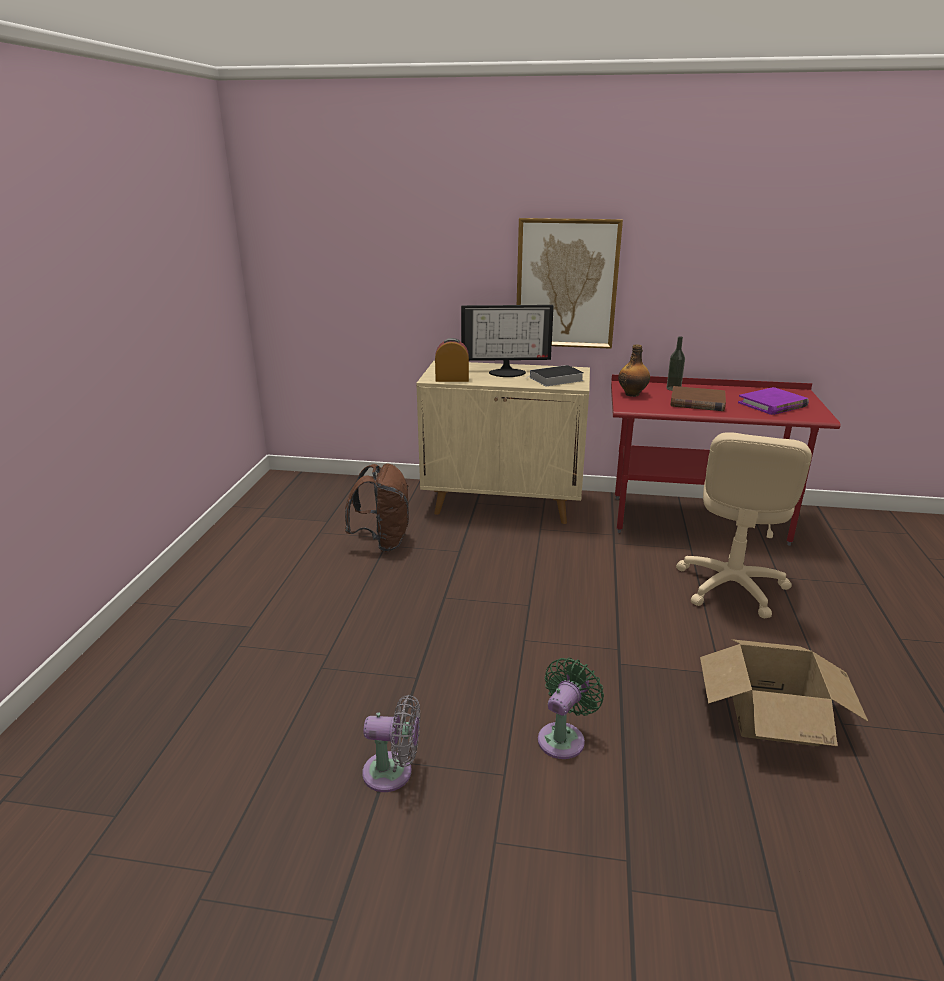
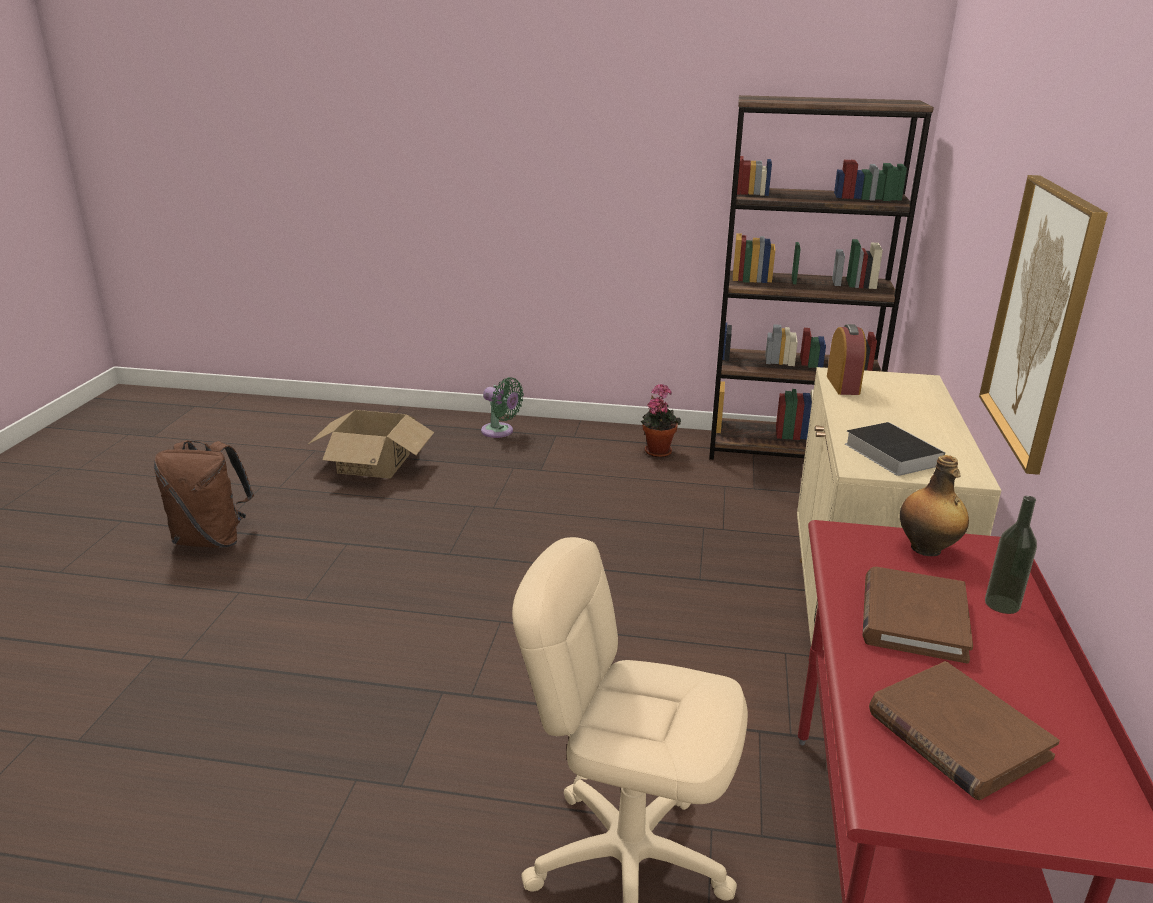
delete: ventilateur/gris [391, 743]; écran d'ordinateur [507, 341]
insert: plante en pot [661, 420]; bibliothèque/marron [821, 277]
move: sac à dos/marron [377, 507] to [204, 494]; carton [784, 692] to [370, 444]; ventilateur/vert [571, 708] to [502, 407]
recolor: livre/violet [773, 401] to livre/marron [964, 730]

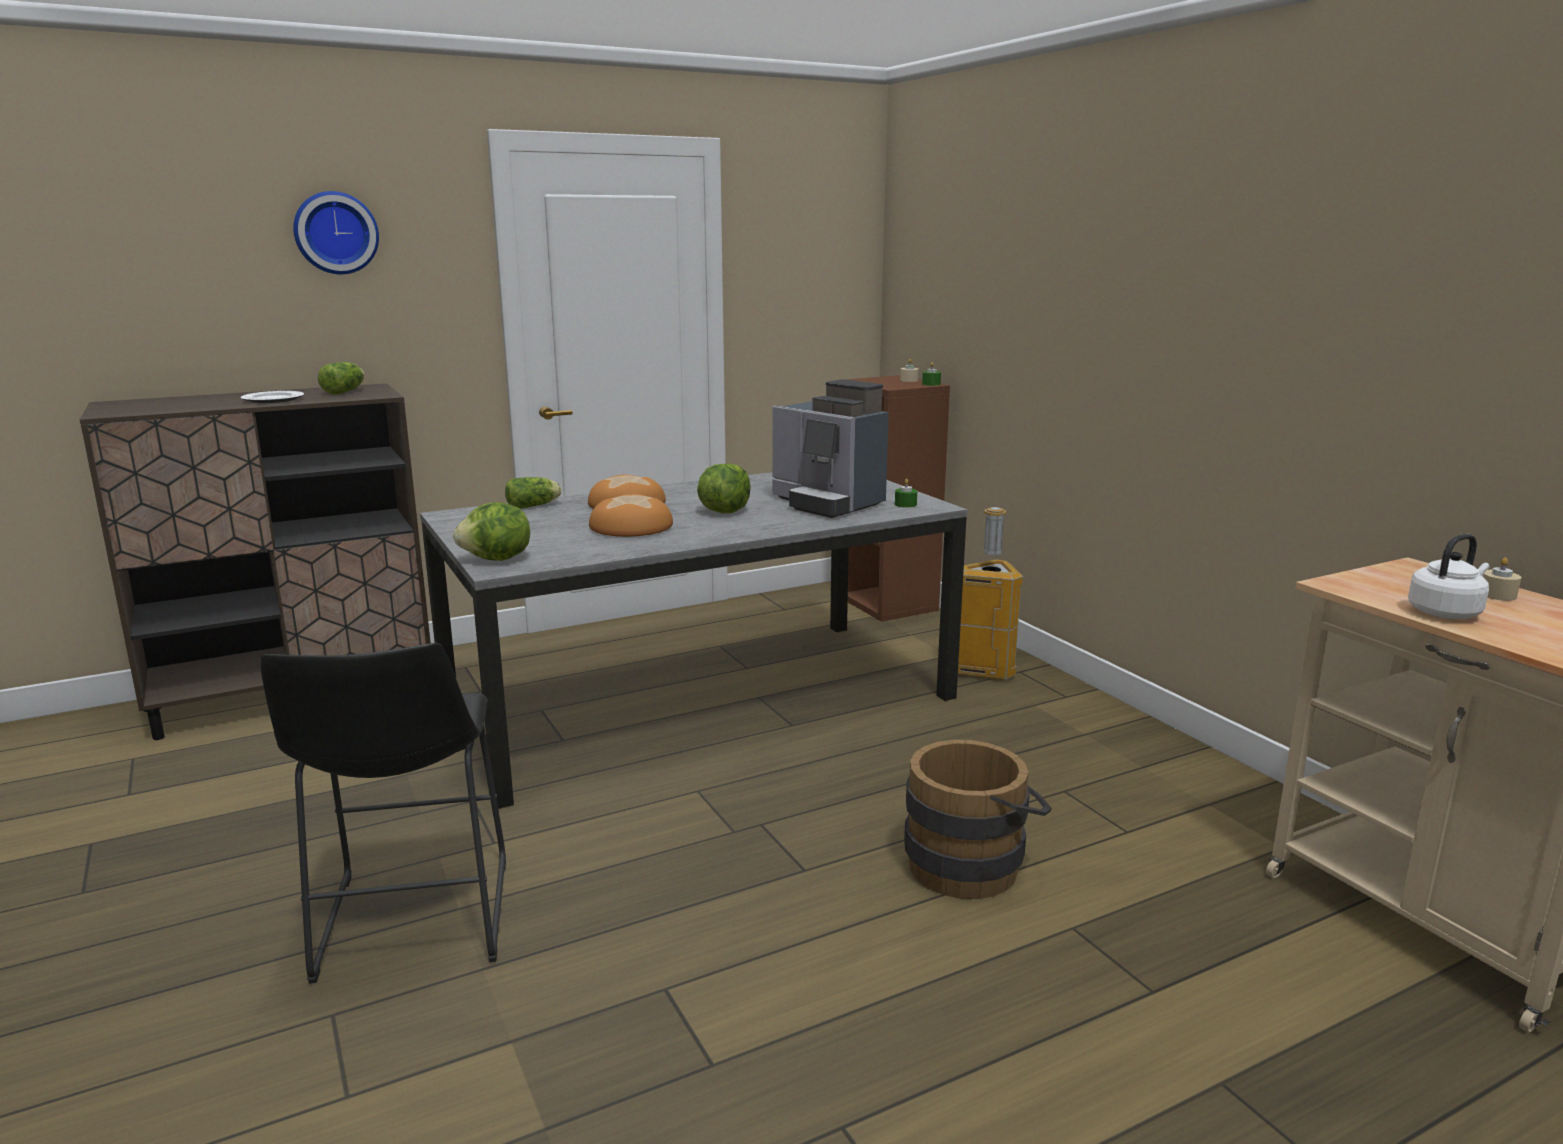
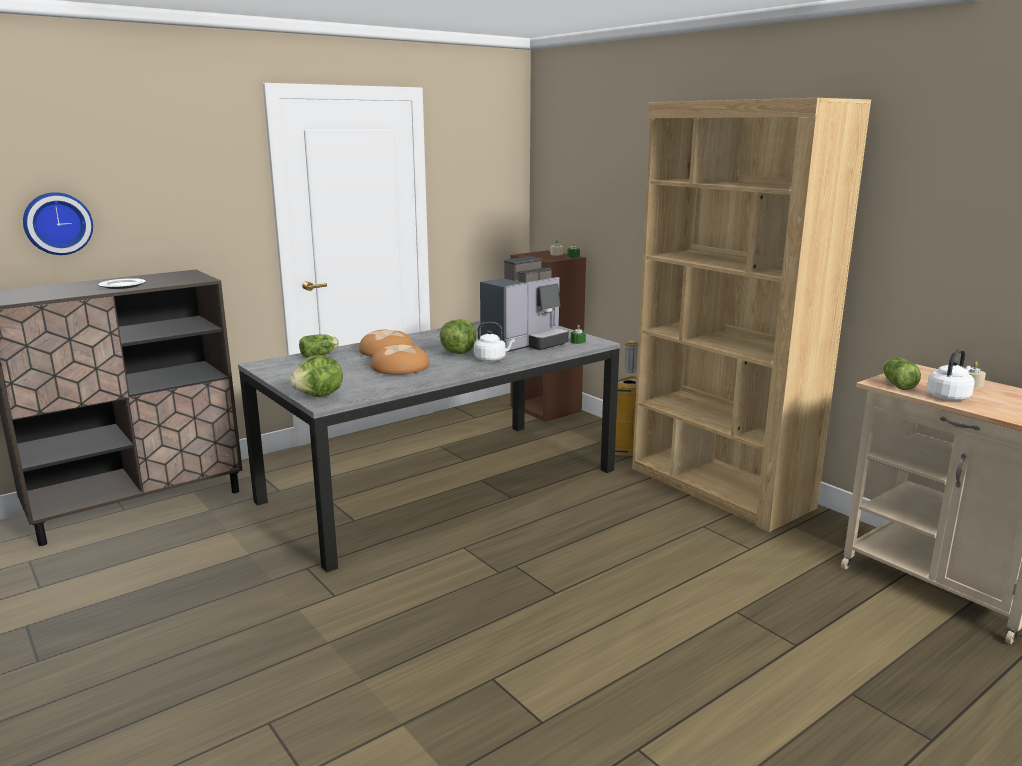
delete: tabouret/noir [383, 813]; seau/marron [978, 819]
insert: bouilloire/blanc [494, 342]; bibliothèque/marron [751, 315]
move: horloge murale [336, 232] to [58, 223]; laitue [341, 378] to [902, 374]
rotate: machine à café [830, 448] = [524, 304] 75 degrees counterclockwise

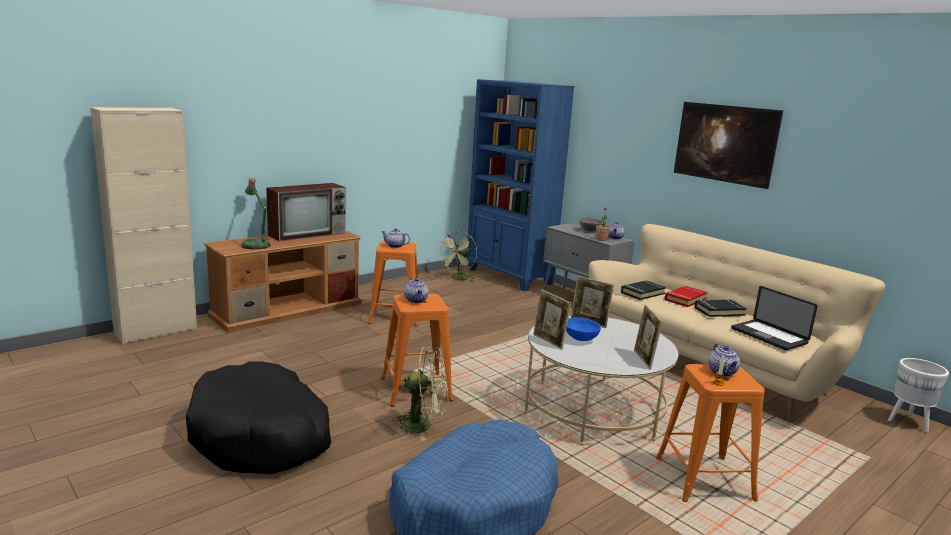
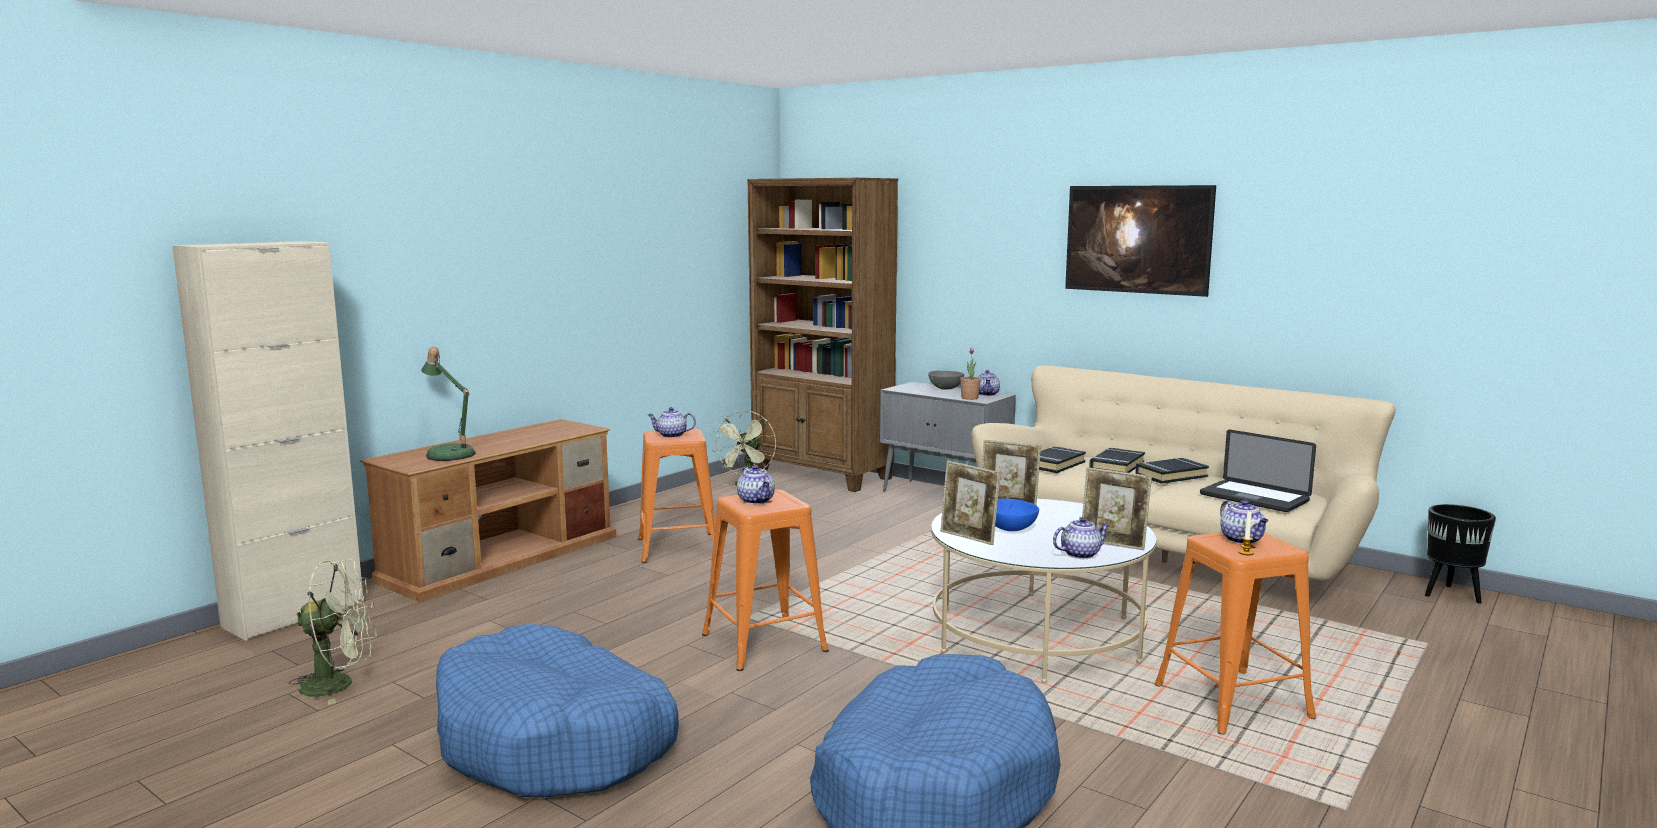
delete: téléviseur [306, 212]
insert: théière [1081, 538]
move: ventilateur/vert [419, 394] to [332, 632]
recolor: panier pour chien/noir [258, 417] to panier pour chien/bleu [557, 711]; bibliothèque/bleu [520, 185] to bibliothèque/marron [823, 335]; livre/rouge [685, 296] to livre/noir [1117, 460]; cache-pot/blanc [918, 395] to cache-pot/noir [1460, 554]
rotate: cadre photo [648, 337] = [1117, 508] 45 degrees counterclockwise

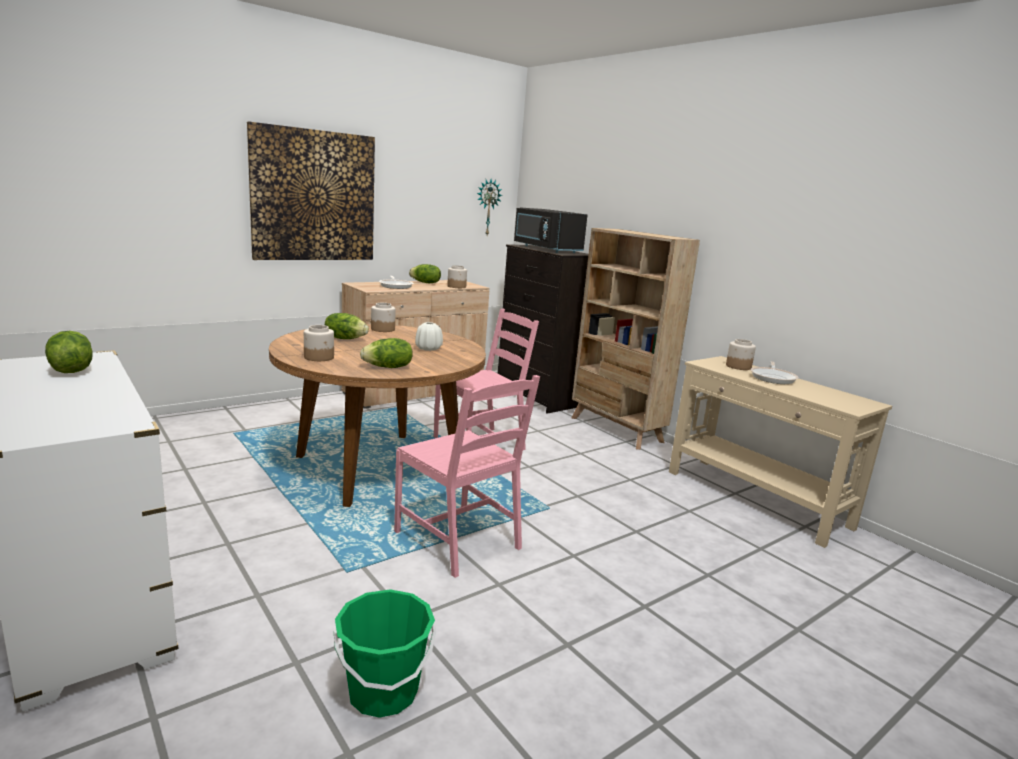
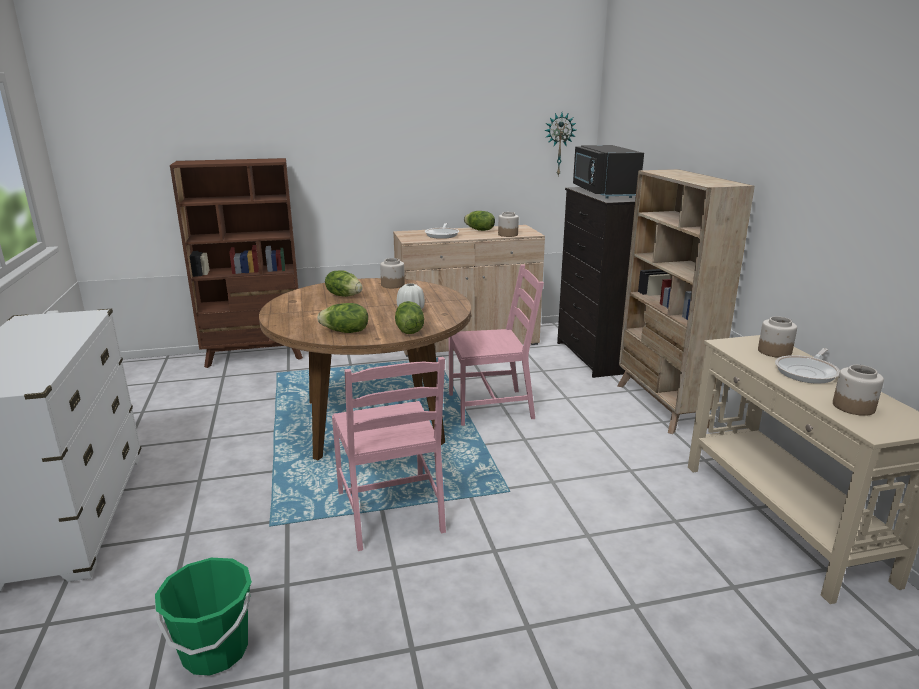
delete: tableau [311, 190]
insert: bibliothèque/marron [236, 263]
move: laitue [69, 352] to [409, 317]; bocal [319, 343] to [858, 390]

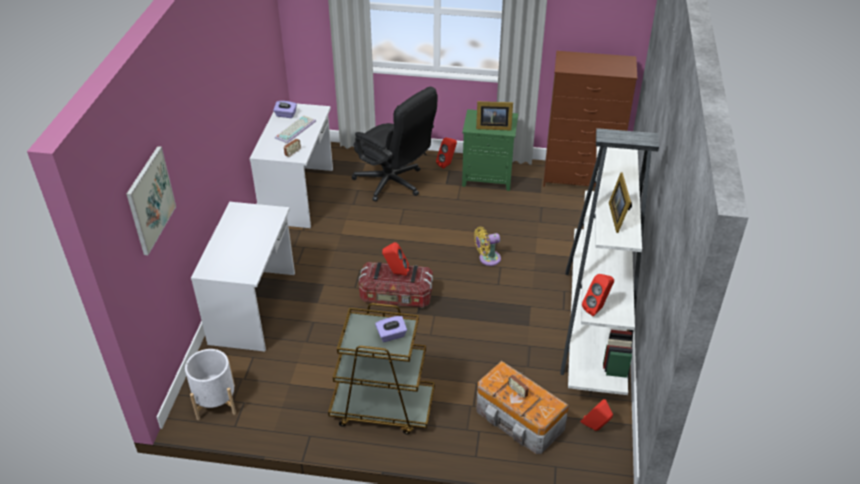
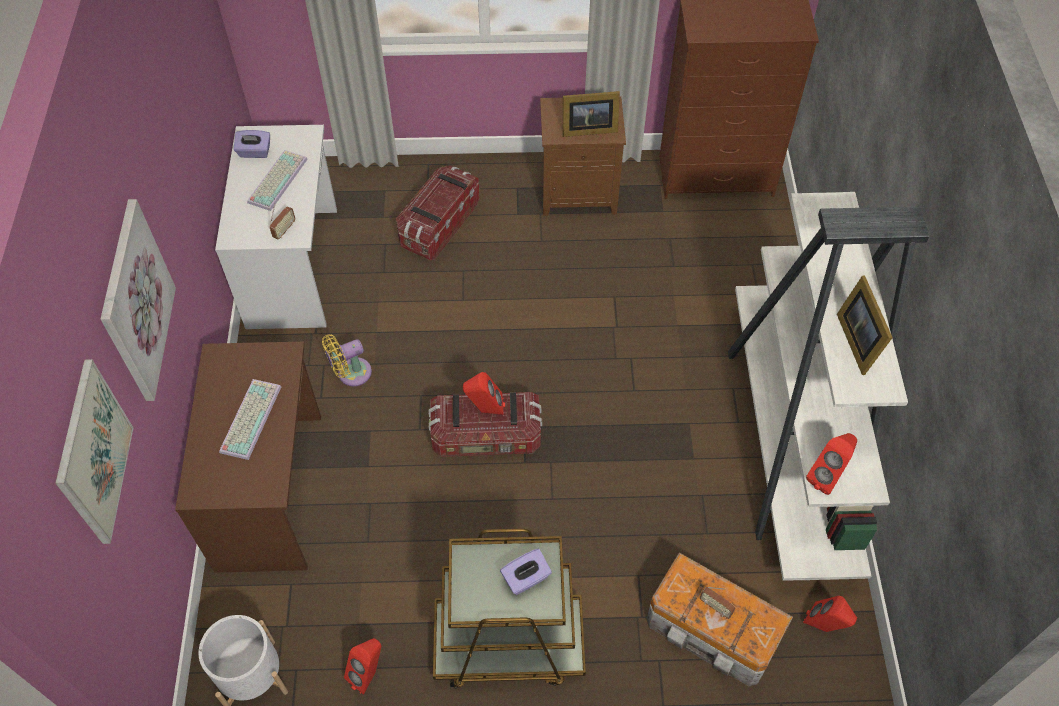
insert: tableau [138, 300]; clavier [250, 419]
move: ventilateur/jaune [487, 246] to [347, 360]; enceinte/rouge [446, 153] to [362, 666]
replace: chaise de bureau/noir [395, 144] to boîte de rangement [438, 213]
recolor: bureau/blanc [243, 276] to bureau/marron [248, 457]; table de chevet/vert [490, 150] to table de chevet/marron [583, 156]

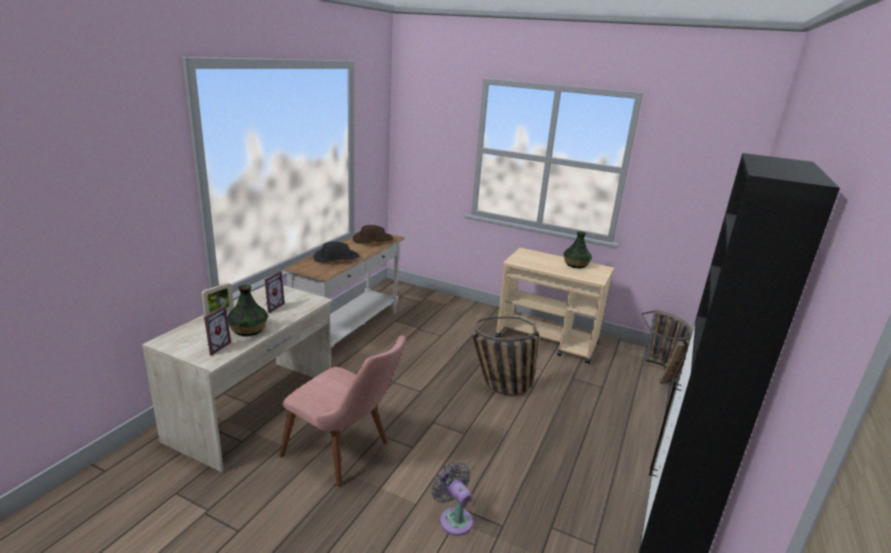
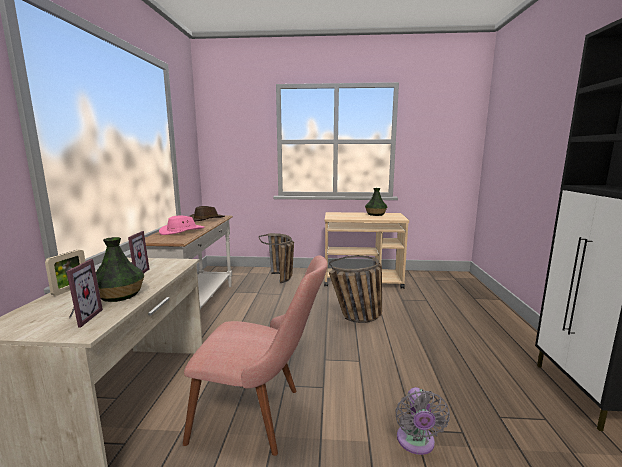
move: panier [667, 347] to [276, 258]
recolor: chapeau/noir [336, 251] to chapeau/rose [182, 225]
rotate: ventilateur/gris [452, 499] = [422, 421] 120 degrees counterclockwise

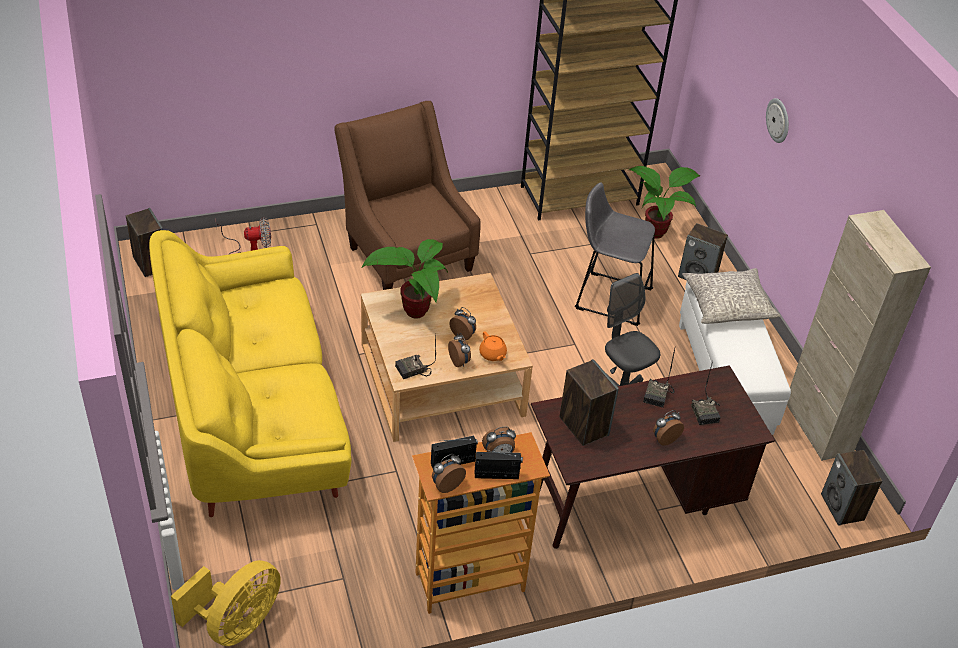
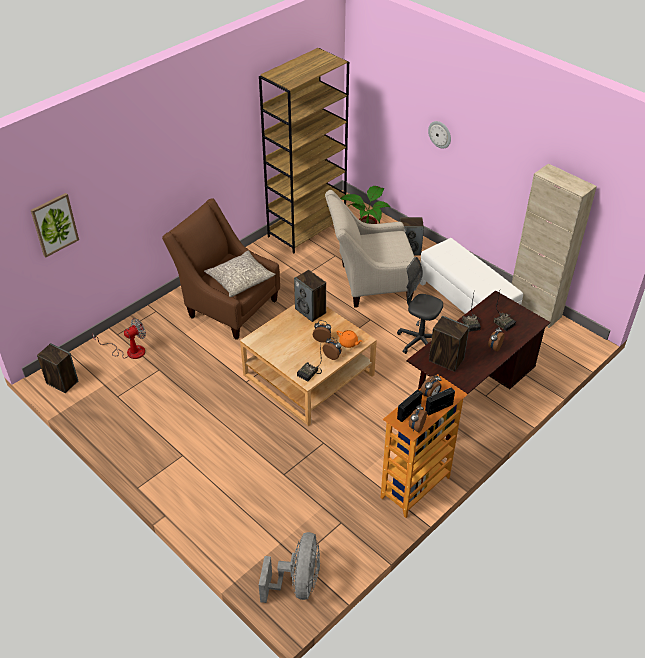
delete: canapé/jaune [250, 373]; plante en pot [405, 279]
insert: tableau [55, 225]
move: coussin/gris [731, 296] to [239, 274]; enceinte [851, 488] to [310, 296]
replace: tabouret/gris [615, 254] to fauteuil/beige [371, 249]
recolor: ventilateur/jaune [226, 603] to ventilateur/gris [289, 567]

